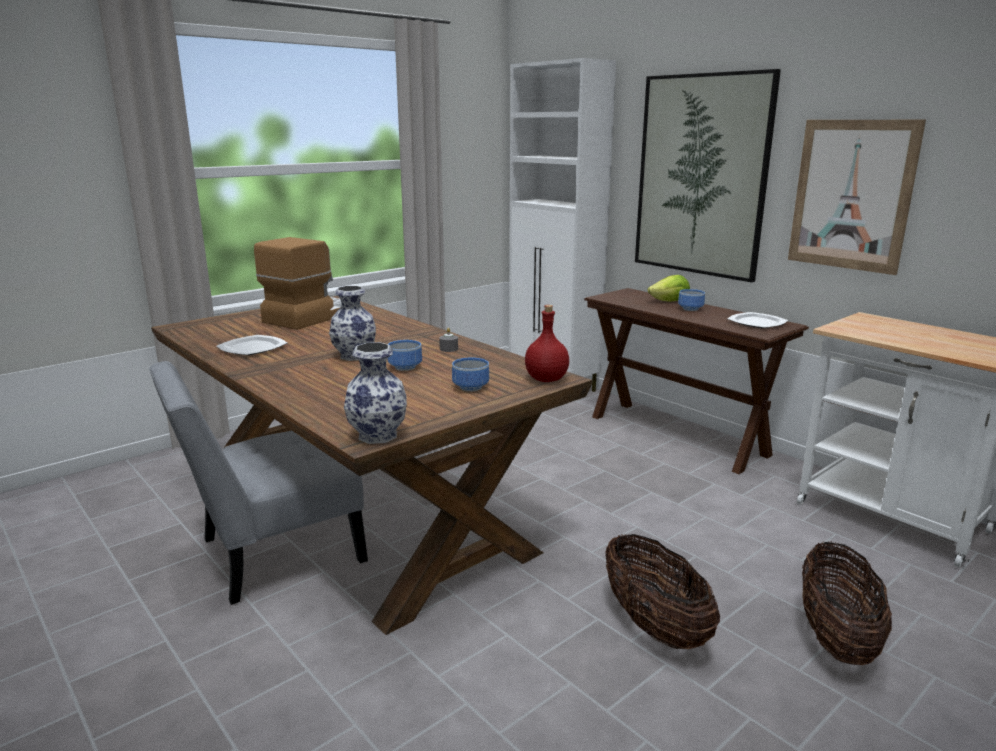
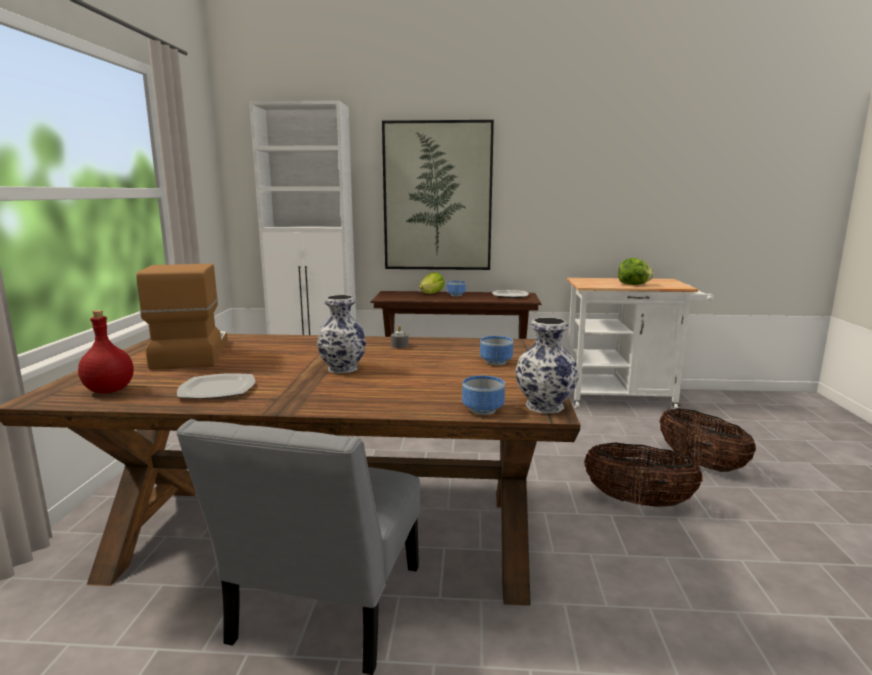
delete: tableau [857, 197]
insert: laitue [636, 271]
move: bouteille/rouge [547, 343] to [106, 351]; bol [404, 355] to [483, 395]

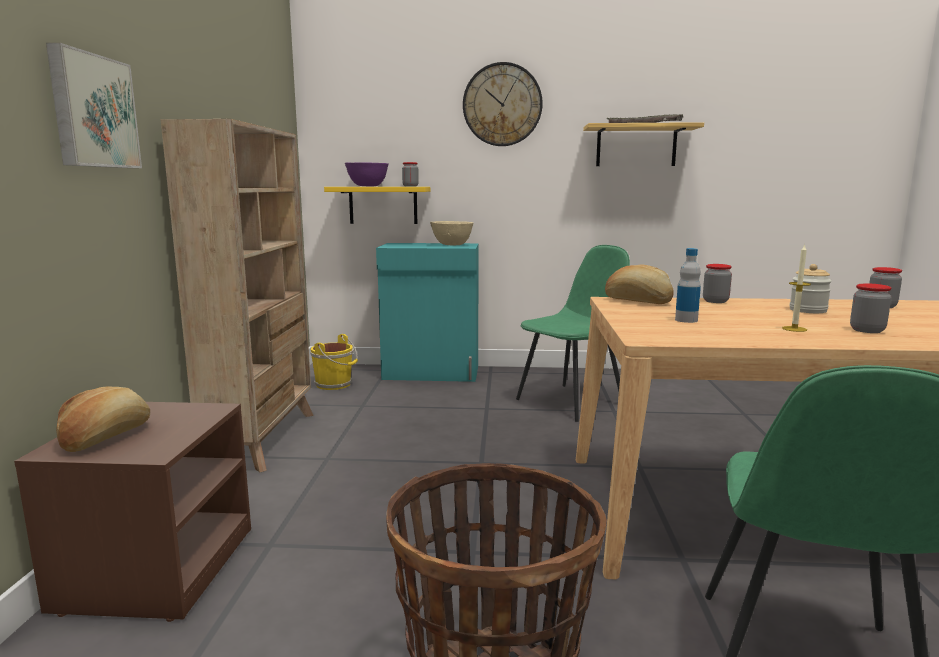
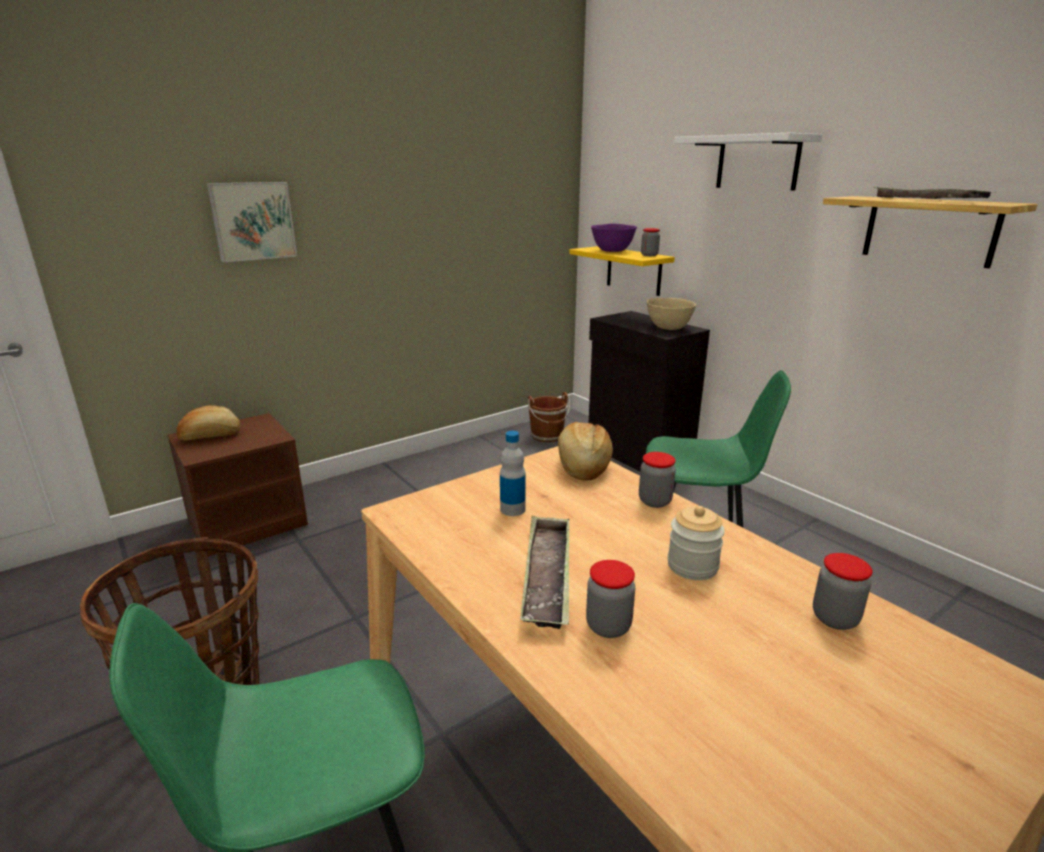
delete: bibliothèque/beige [237, 295]
replace: bougie [796, 288] to plateau [544, 572]; horloge murale [503, 104] to étagère/blanc [748, 162]
recolor: seau/jaune [334, 362] to seau/marron [549, 417]; meuble de rangement/turquoise [427, 312] to meuble de rangement/noir [649, 391]

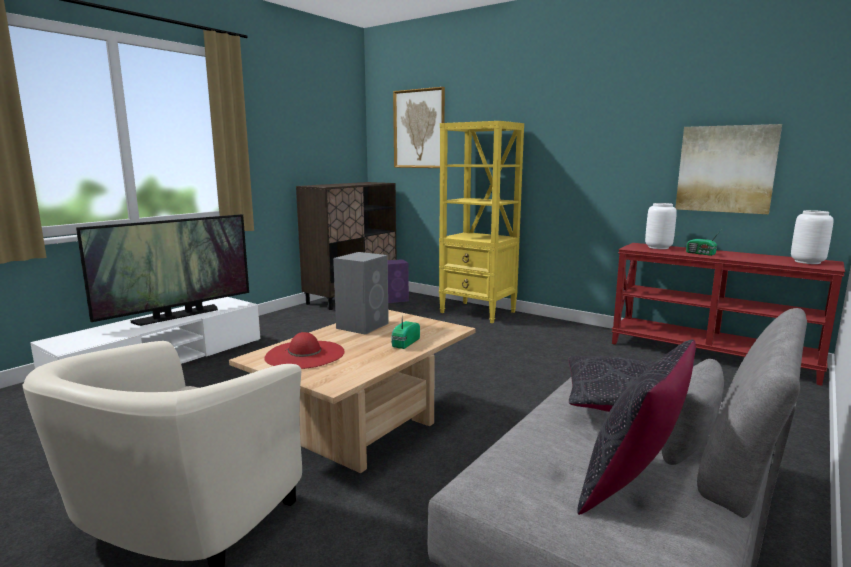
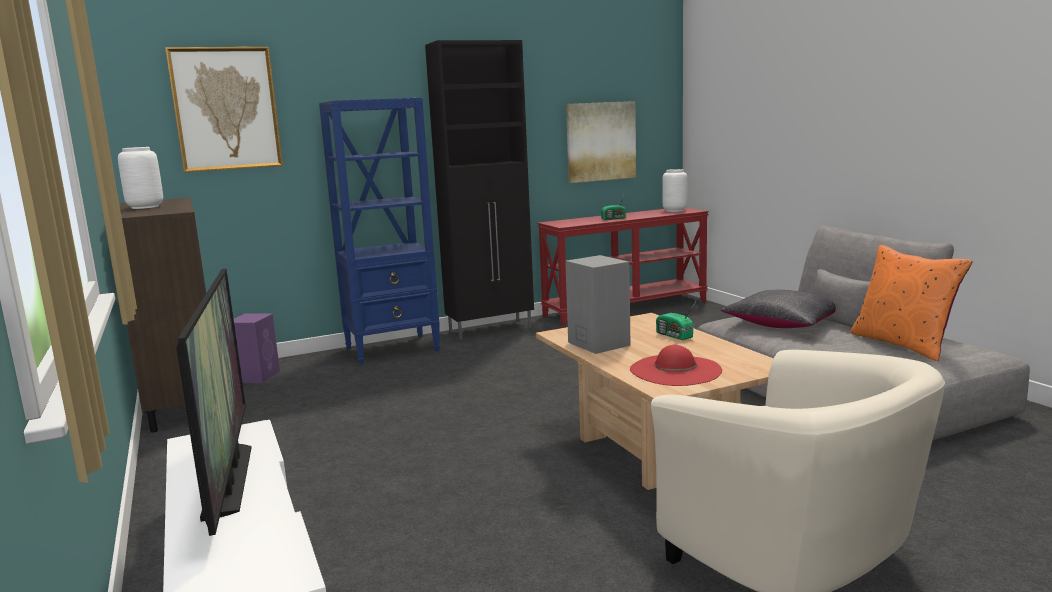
insert: meuble de rangement/noir [479, 190]
move: vase/blanc [661, 226] to [140, 178]
recolor: bibliothèque/jaune [481, 222] to bibliothèque/bleu [379, 231]; coussin/noir [636, 427] to coussin/orange [911, 303]

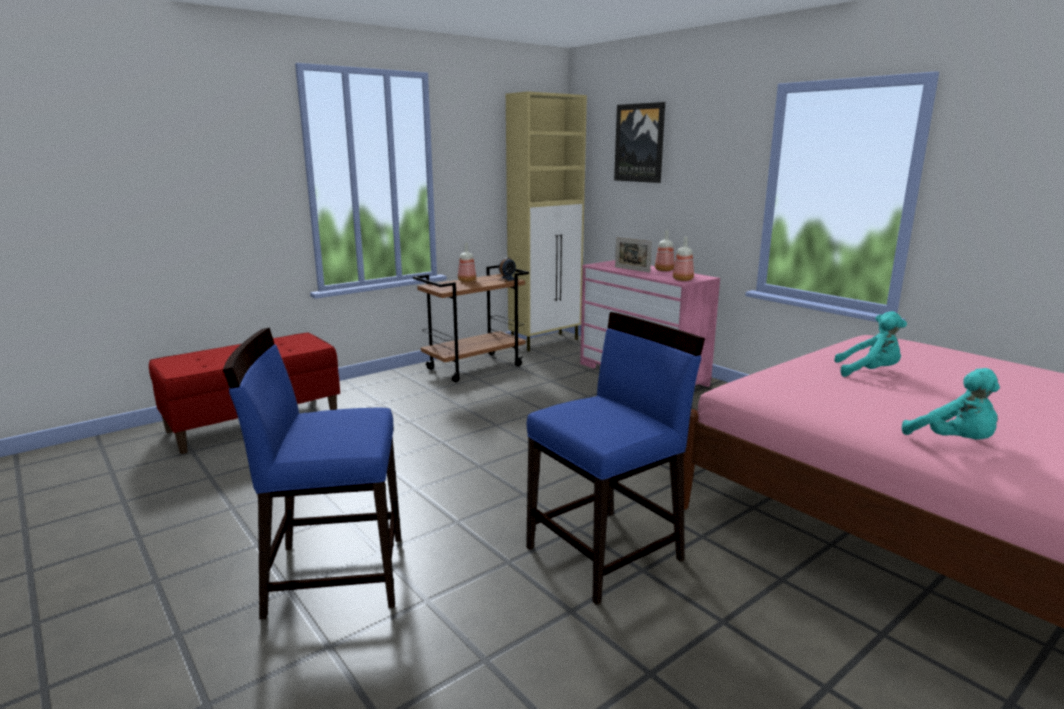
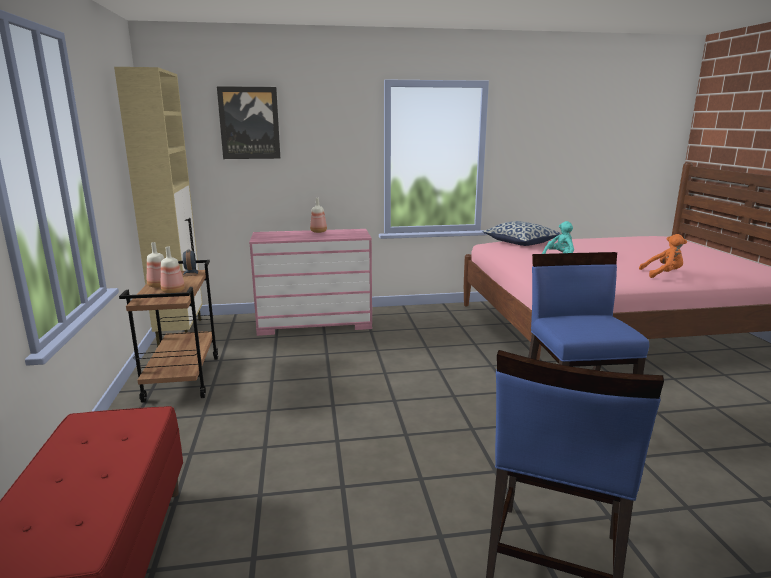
delete: cadre photo [633, 255]
insert: coussin [522, 233]
move: bouteille [683, 259] to [173, 269]
recolor: peluche/turquoise [951, 404] to peluche/orange [663, 256]

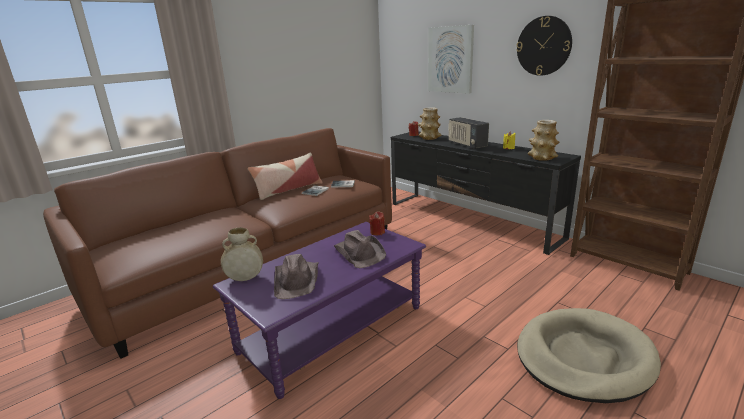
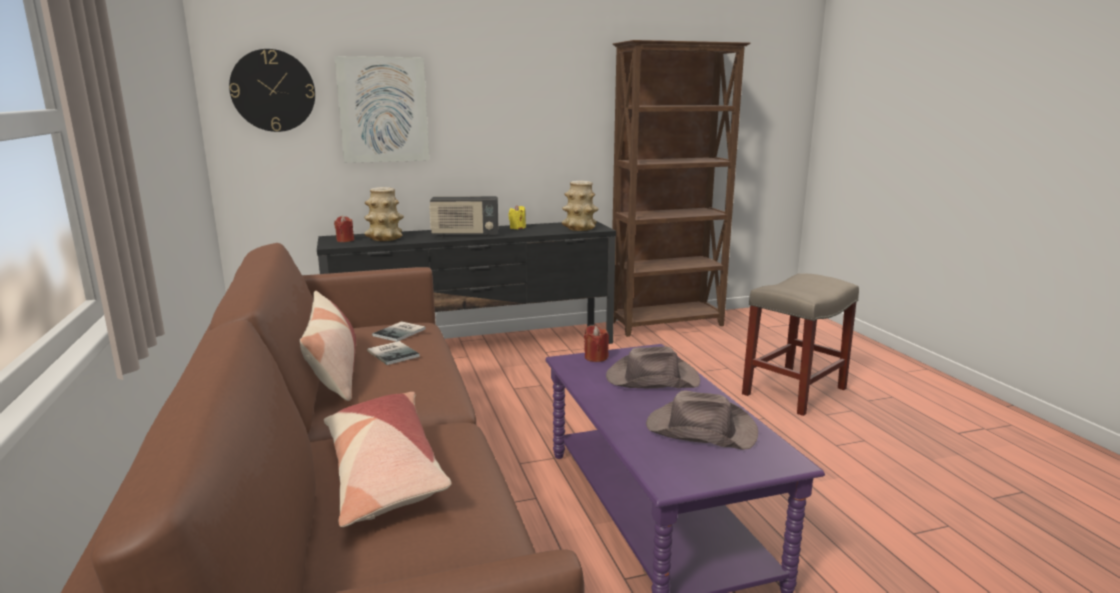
delete: vase/beige [242, 254]
insert: coussin [387, 459]
move: horloge murale [544, 46] to [272, 90]
replace: panier pour chien/beige [589, 355] to tabouret/beige [800, 344]

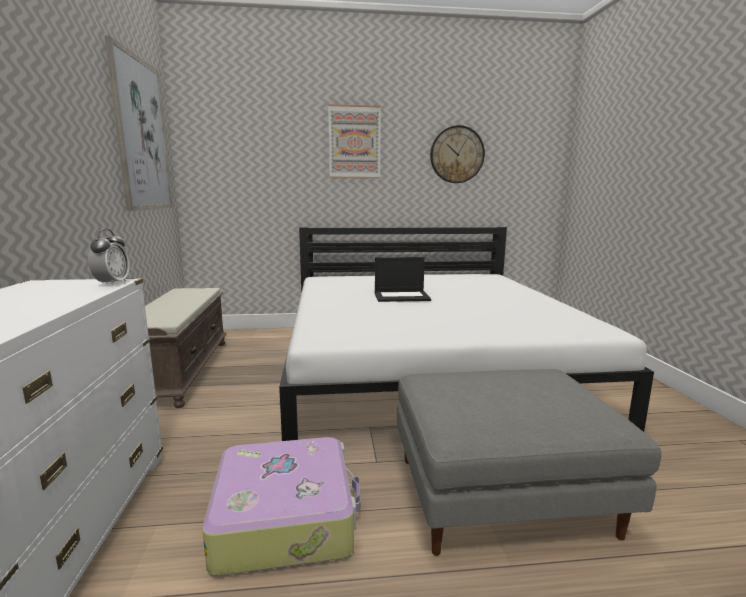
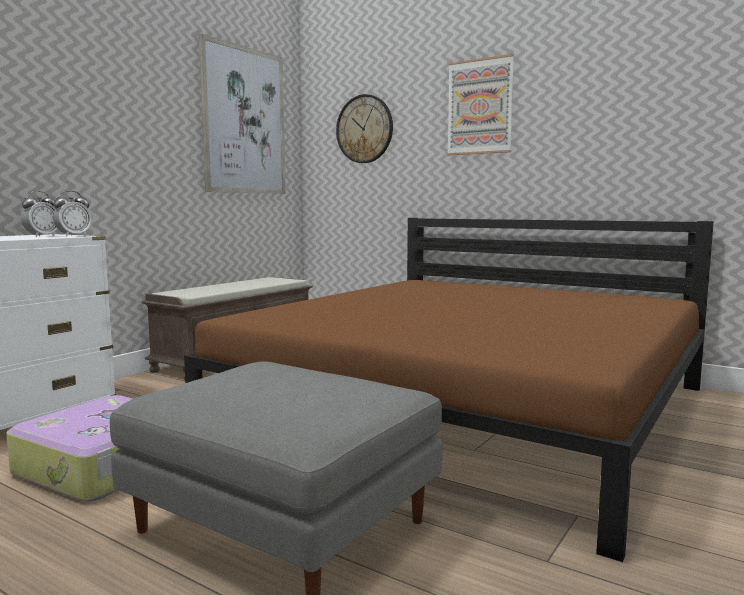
delete: ordinateur portable [403, 279]
insert: réveil [39, 214]
move: horloge murale [457, 154] to [364, 128]
recolor: lit/blanc [466, 334] to lit/marron [449, 390]

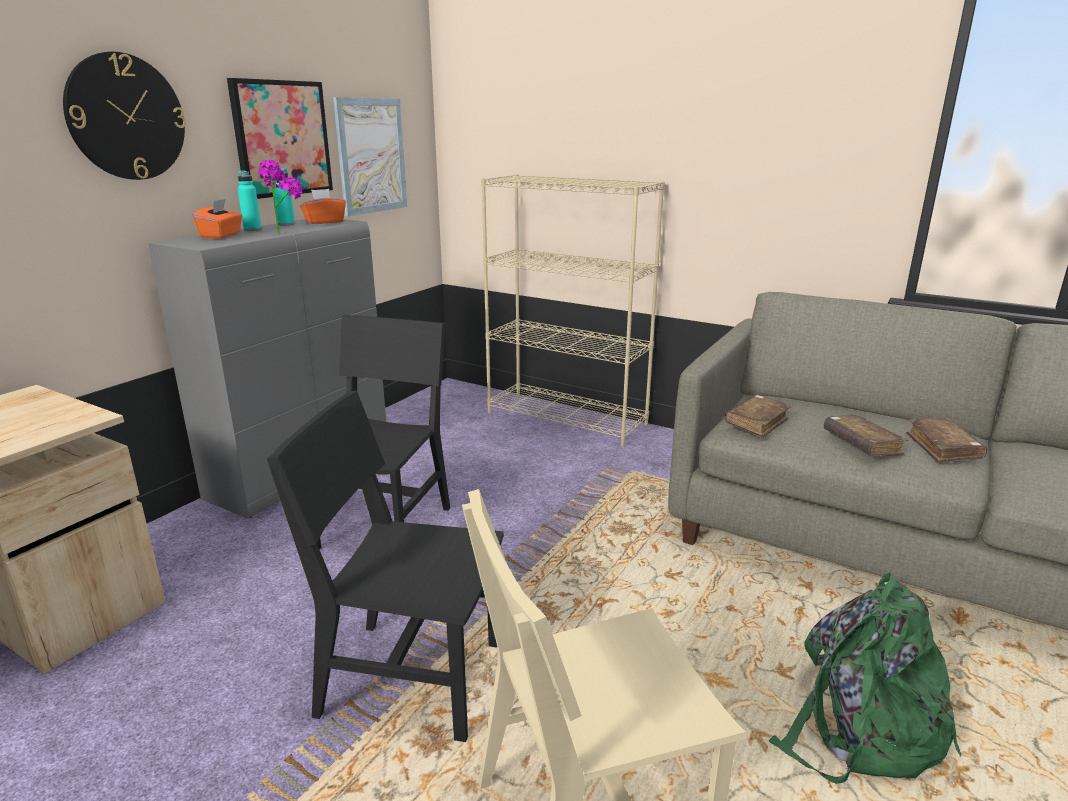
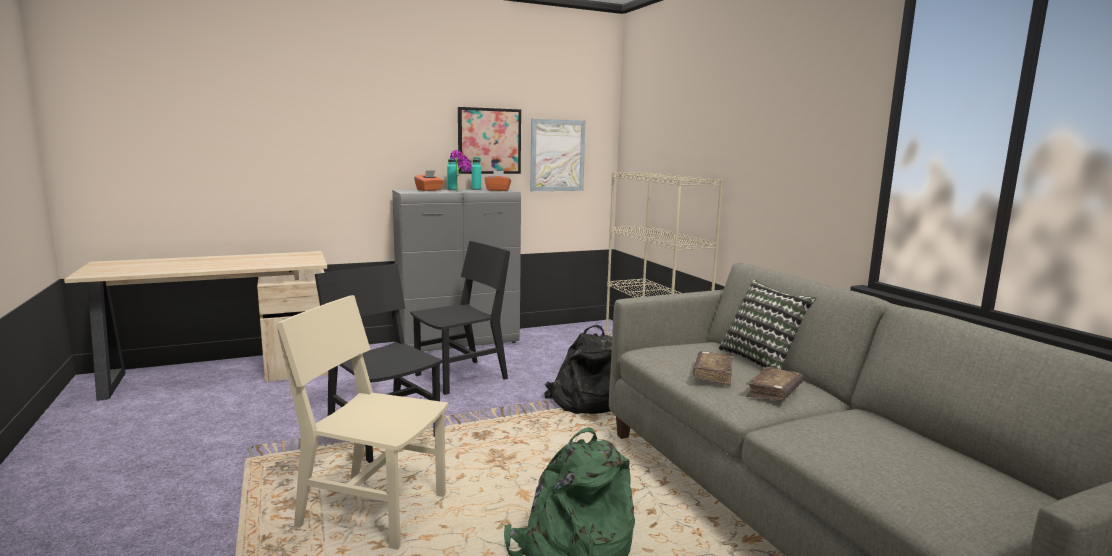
delete: horloge murale [124, 116]; livre/marron [758, 416]
insert: sac à dos/noir [578, 369]; coussin [767, 324]

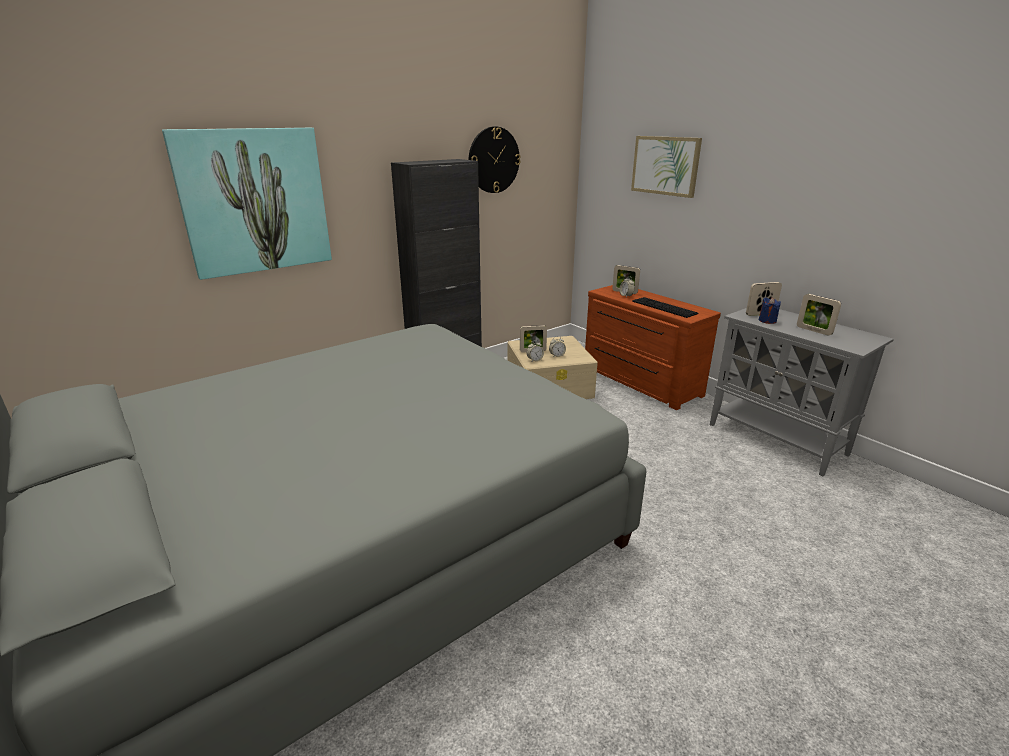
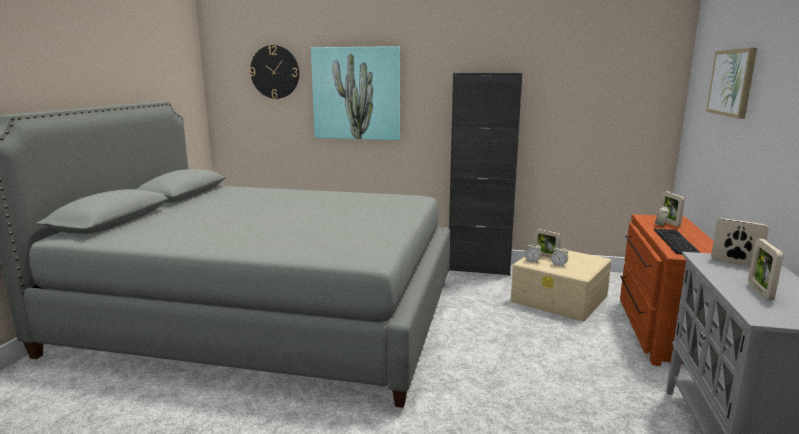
delete: bougie/bleu [770, 310]
move: horloge murale [495, 160] to [274, 72]

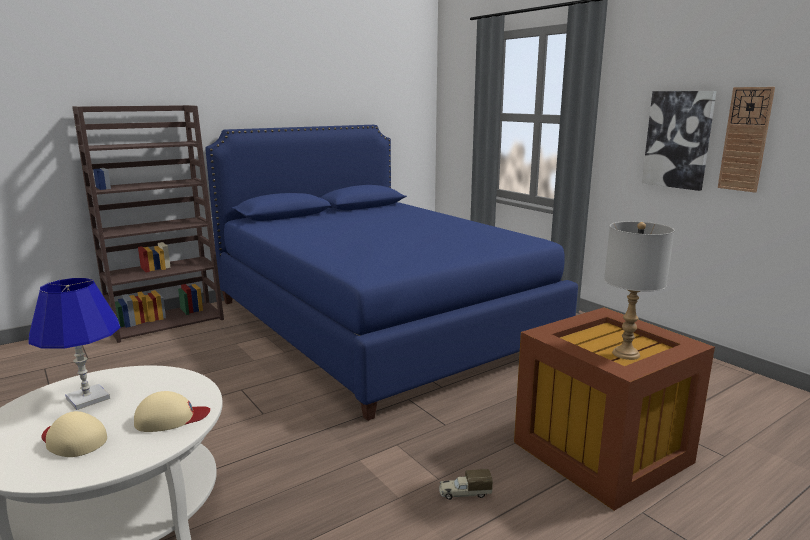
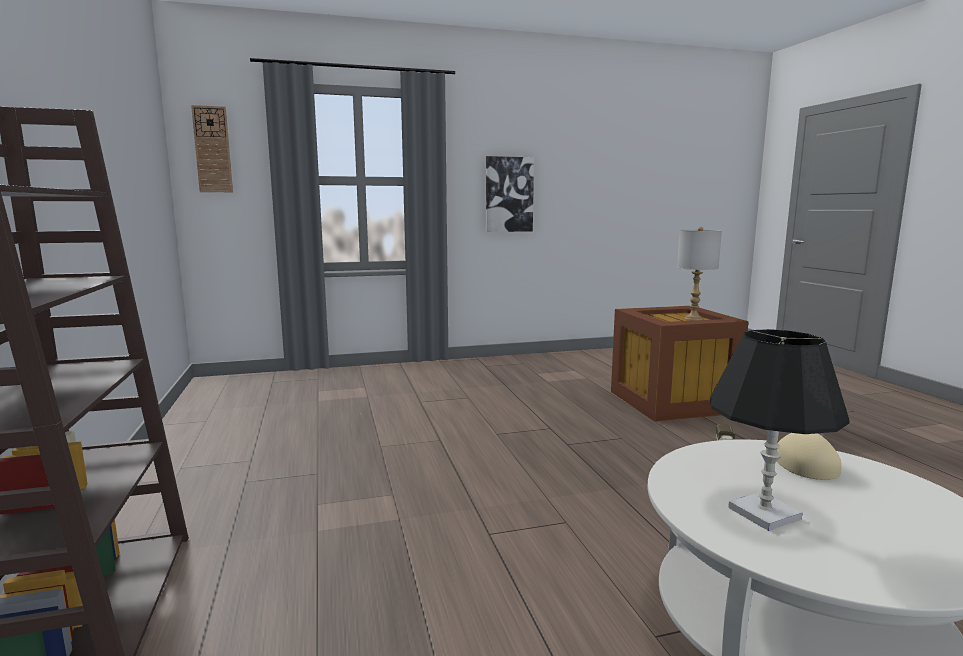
delete: casquette/beige [74, 434]; lit/bleu [391, 273]
move: horloge murale [746, 139] to [212, 148]
recolor: lampe de table/bleu [75, 344] to lampe de table/noir [779, 430]

